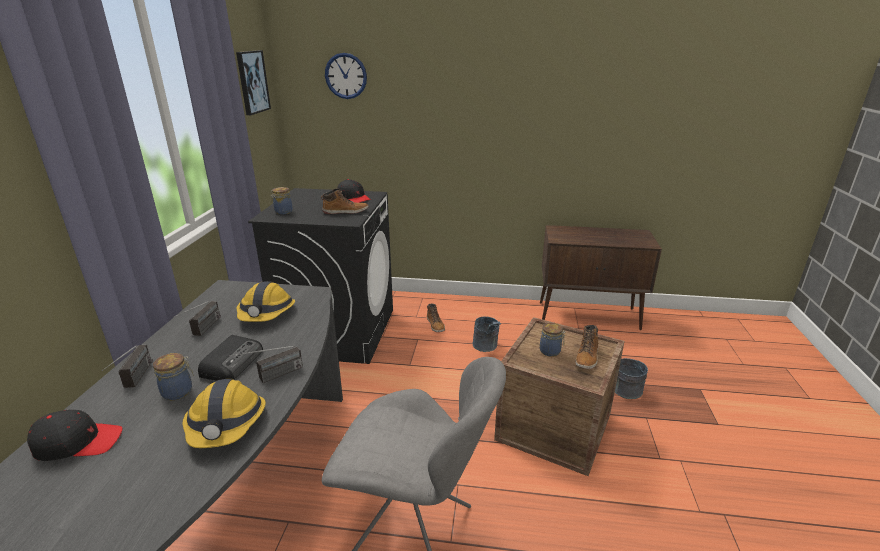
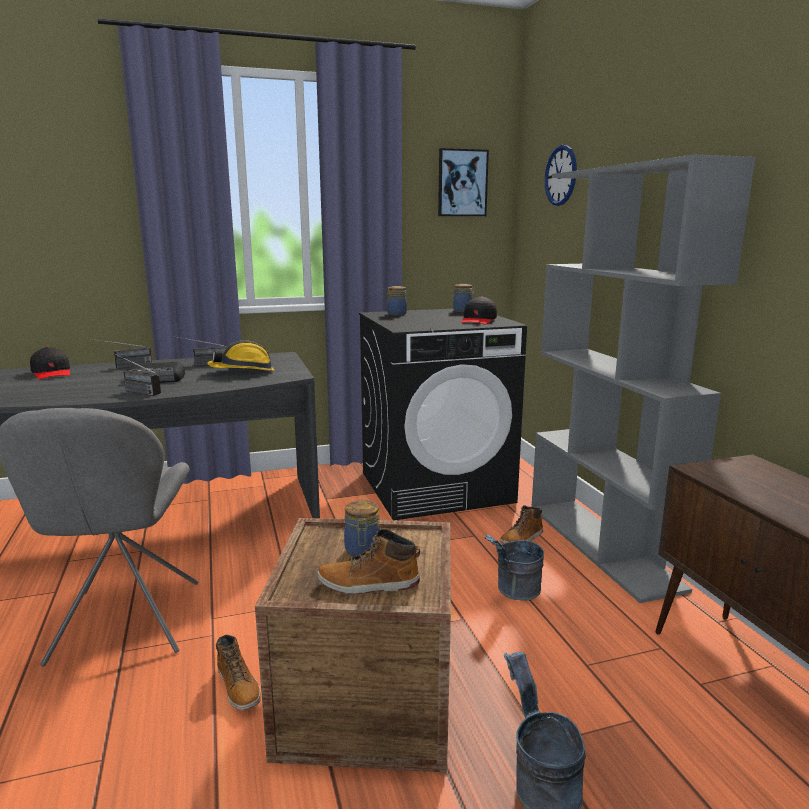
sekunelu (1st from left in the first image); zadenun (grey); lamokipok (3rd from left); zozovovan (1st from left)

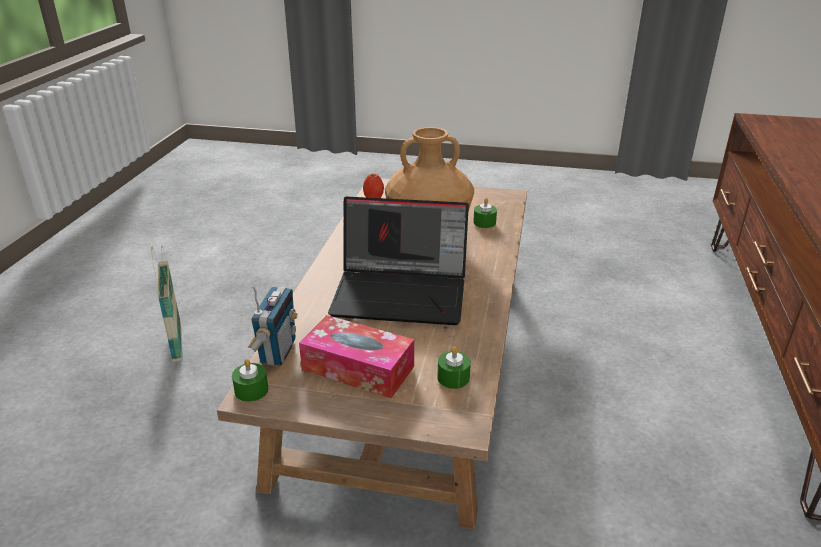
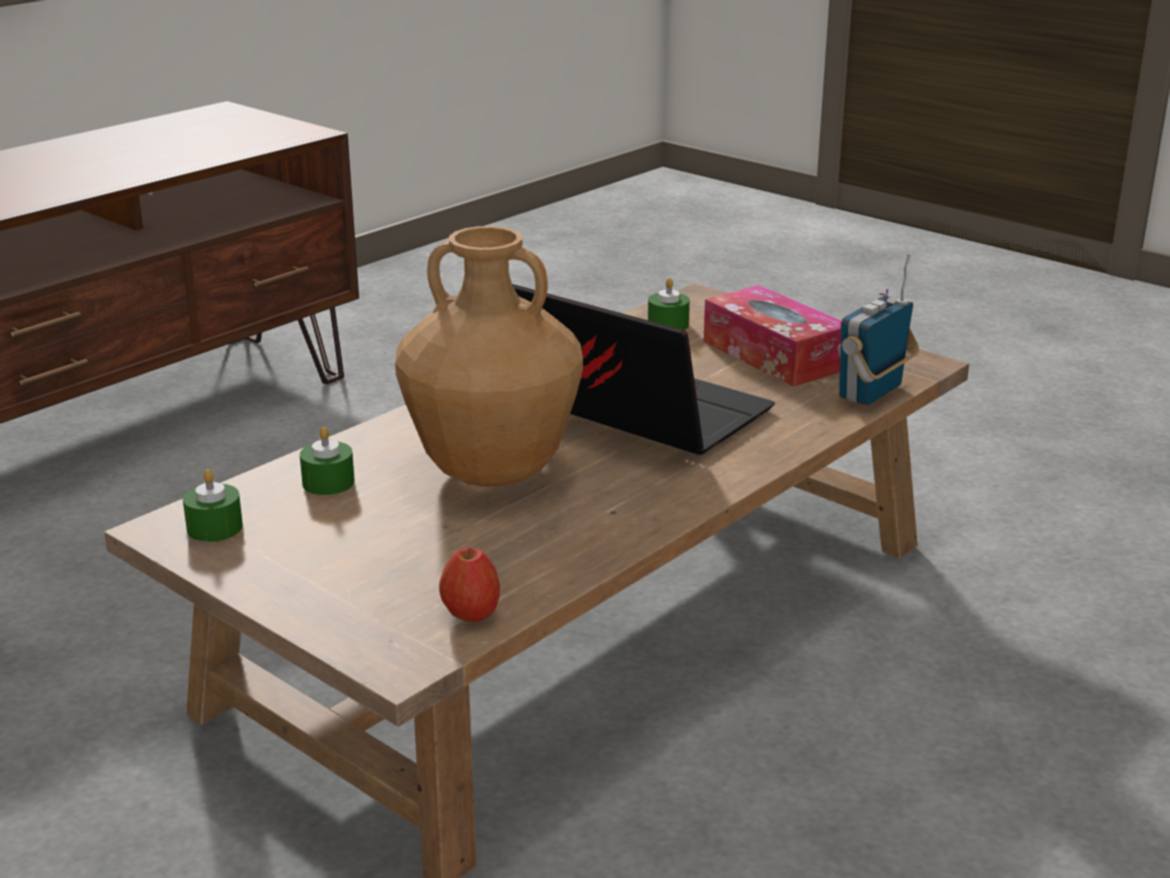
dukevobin; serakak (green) (1st from left)

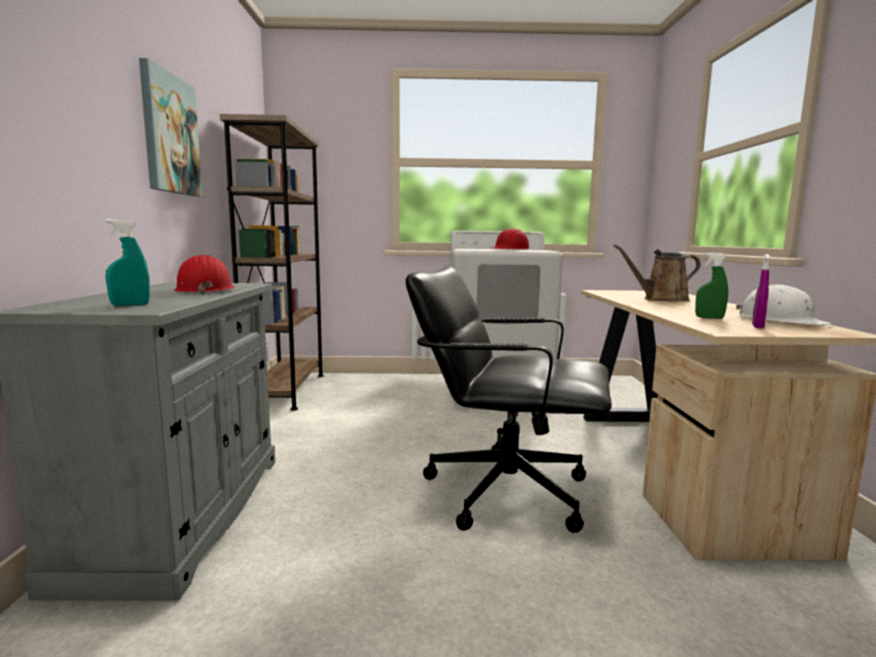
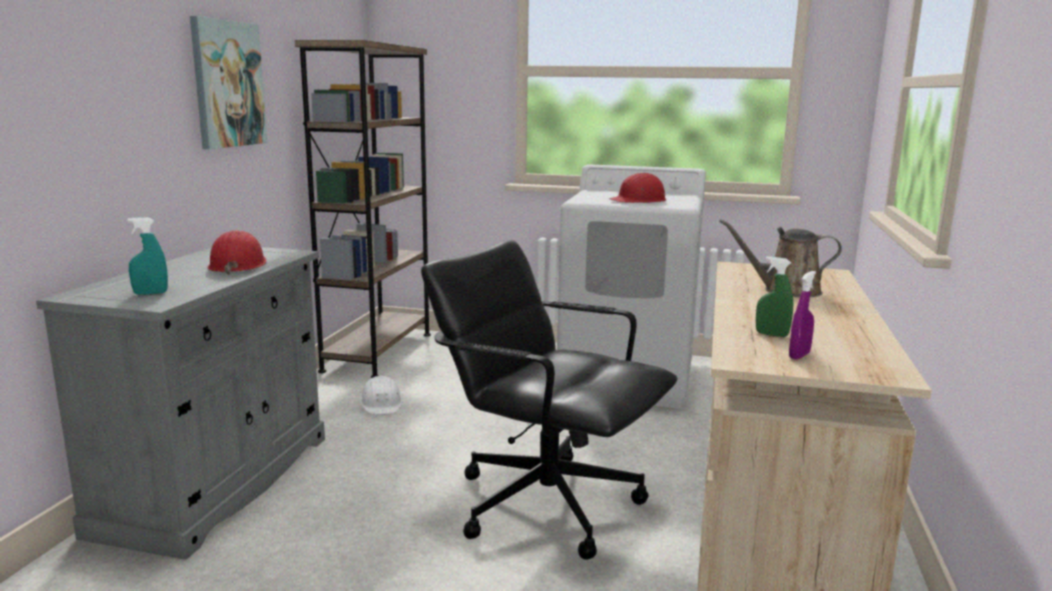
sekunelu (white)

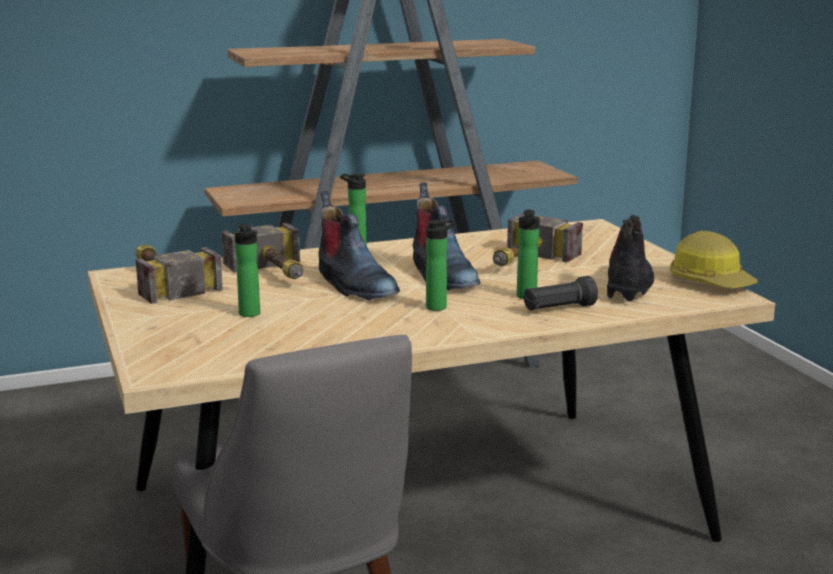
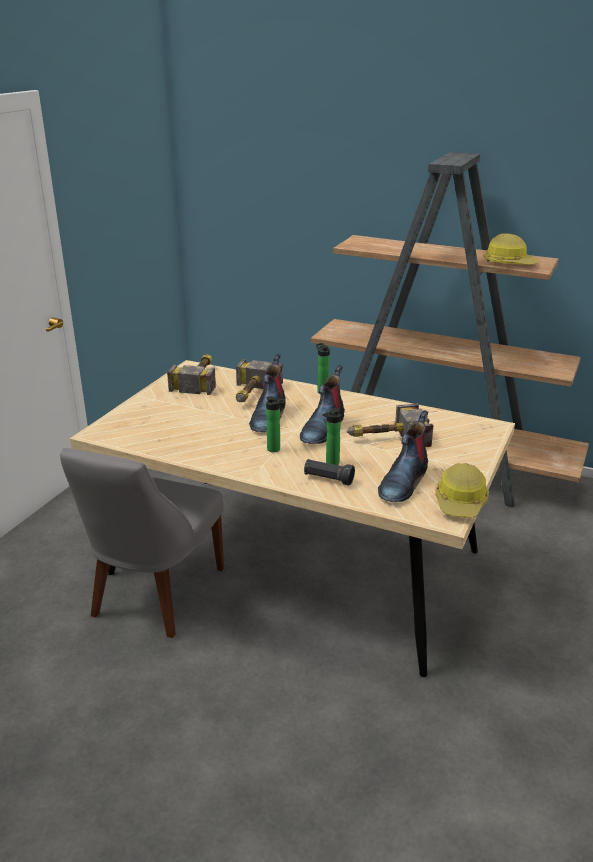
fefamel (1st from left in the first image); sekunelu (2nd from left); zozovovan (3rd from left)

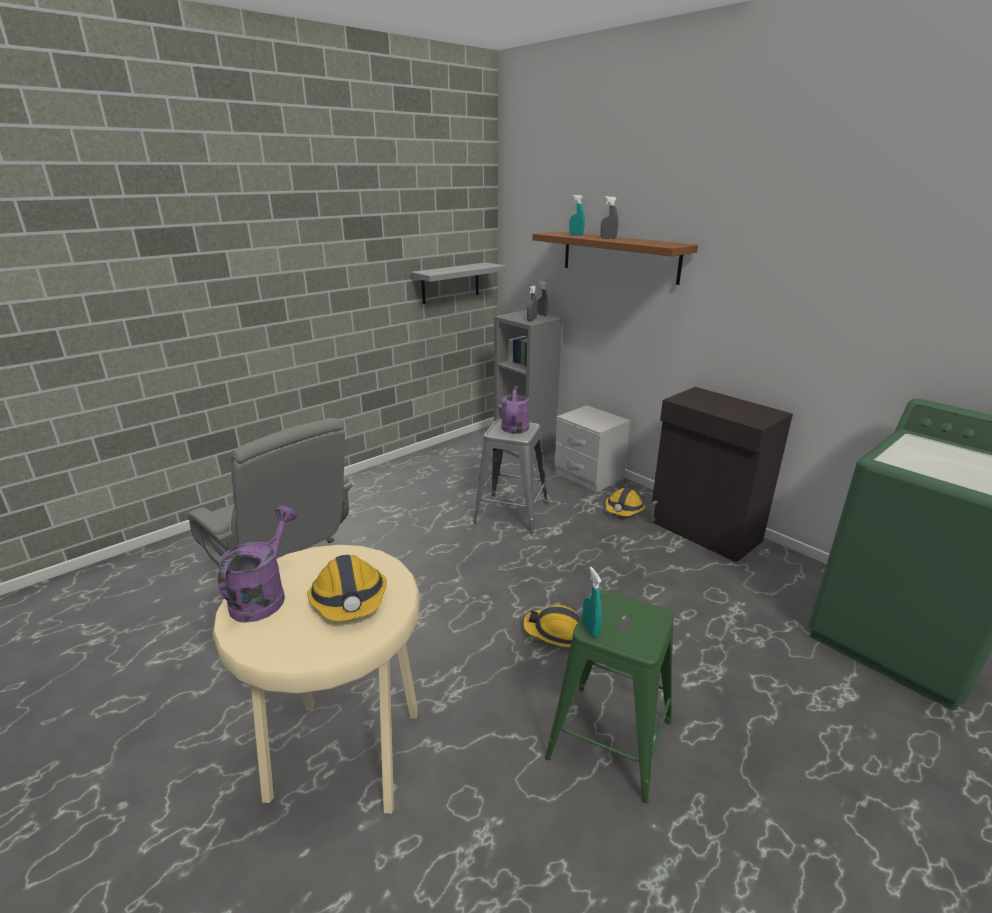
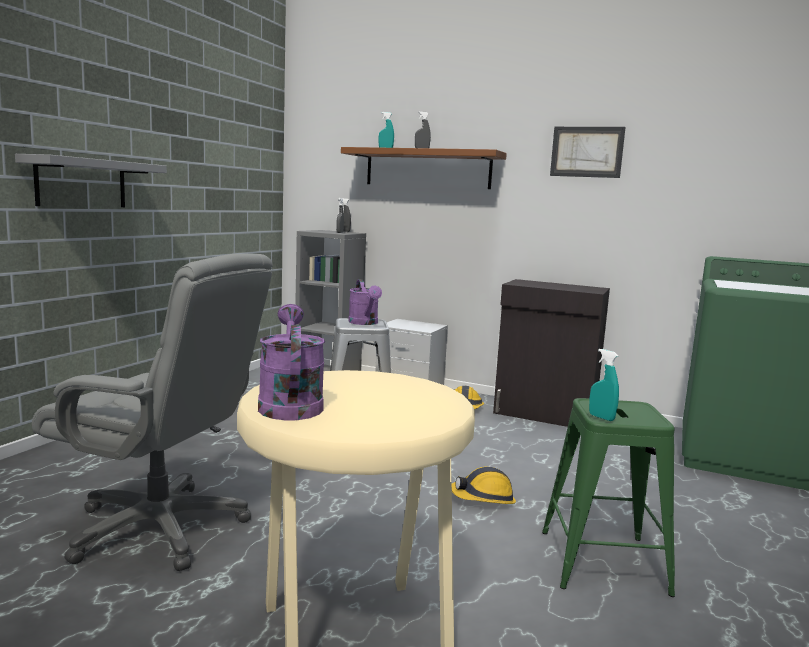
sekunelu (1st from left in the first image); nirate; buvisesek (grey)

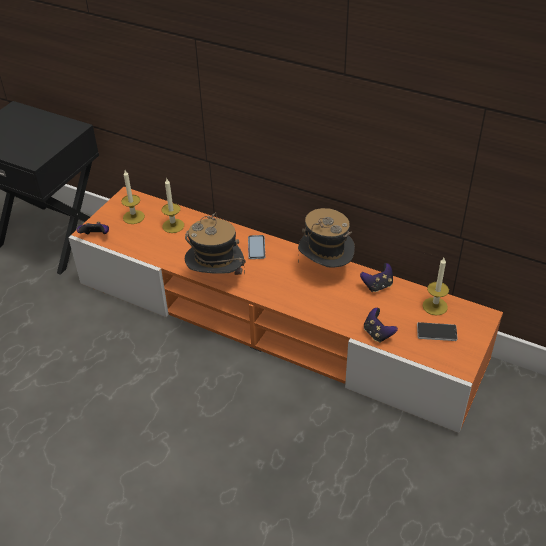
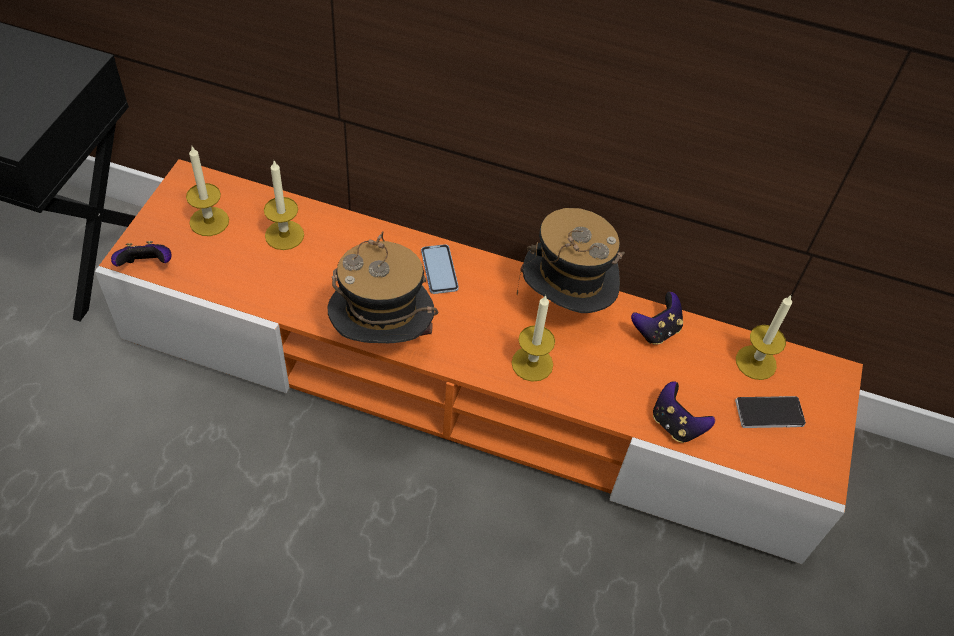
serakak (3rd from left)

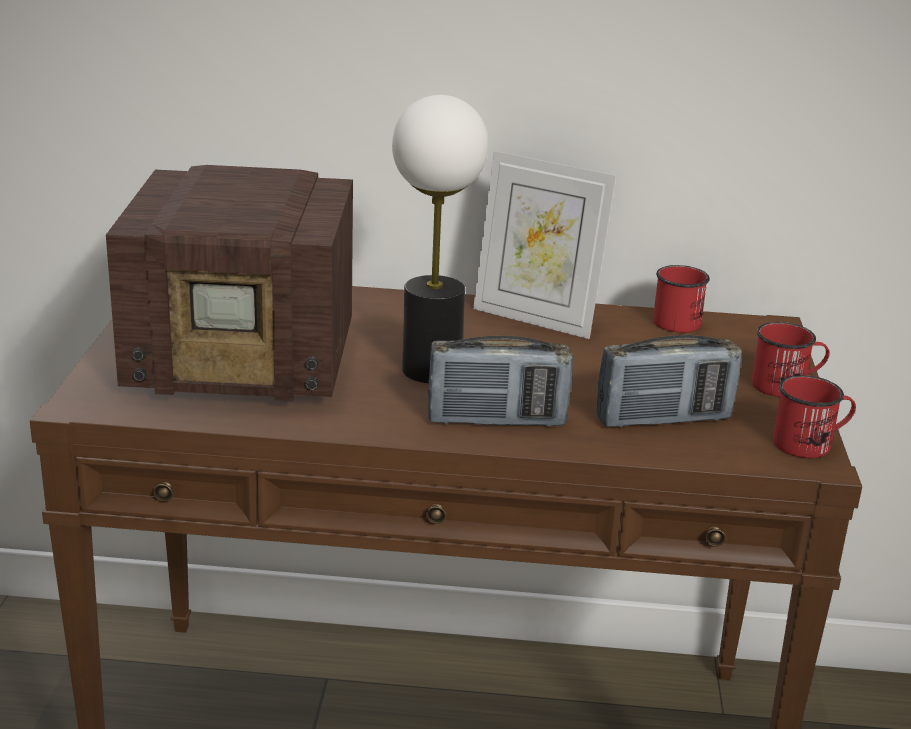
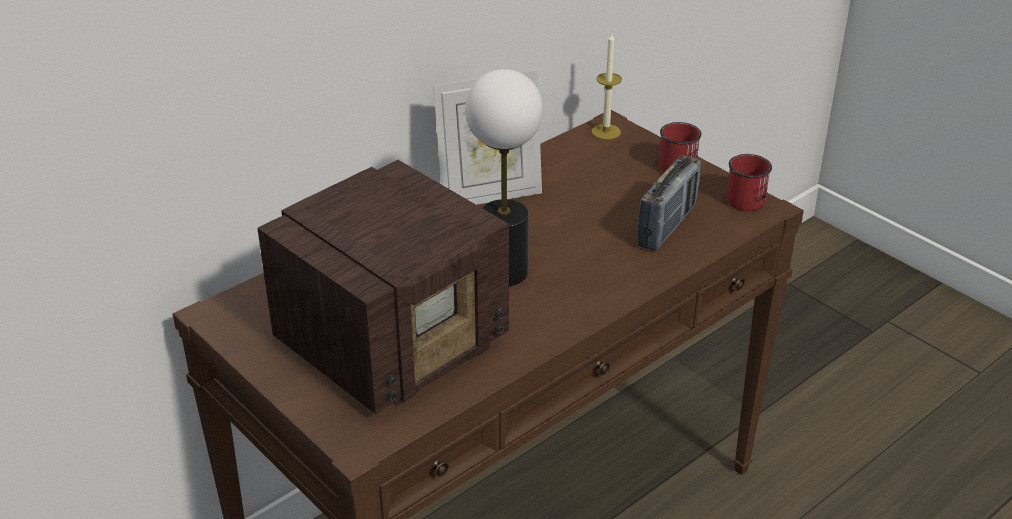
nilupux (2nd from left in the first image); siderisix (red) (1st from left in the first image); serakak

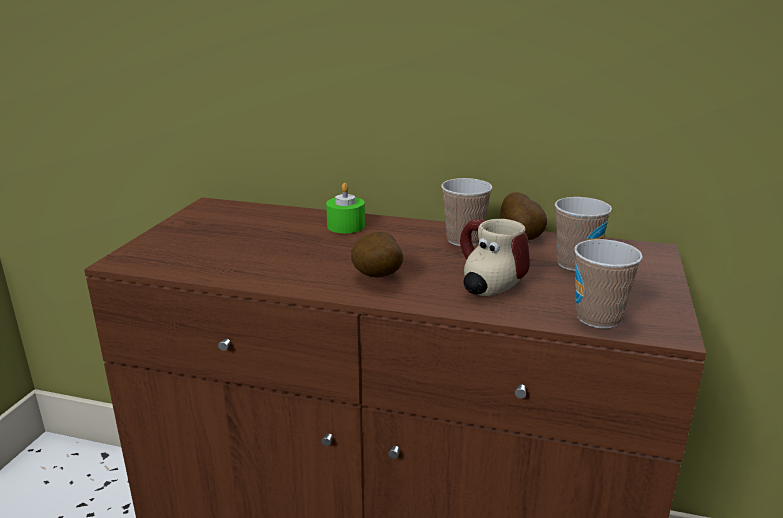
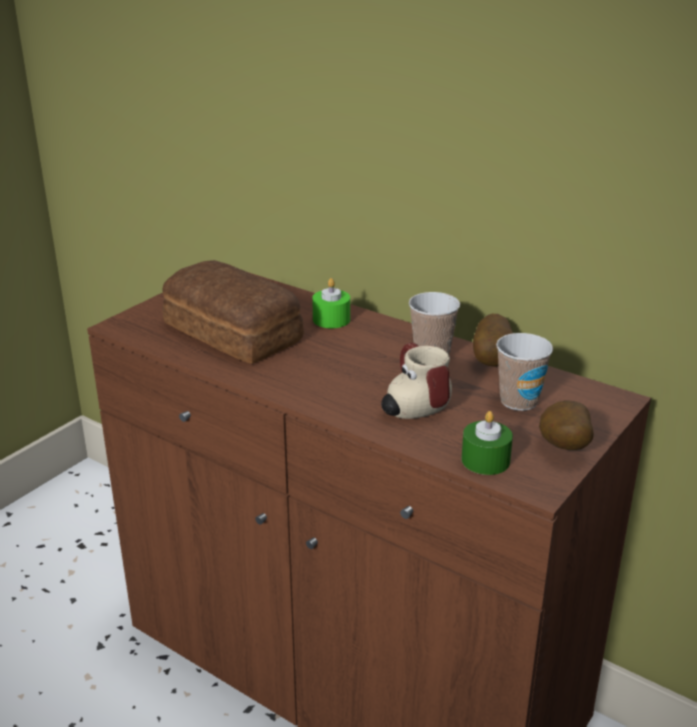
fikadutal; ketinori (2nd from left); serakak (green) (2nd from left)

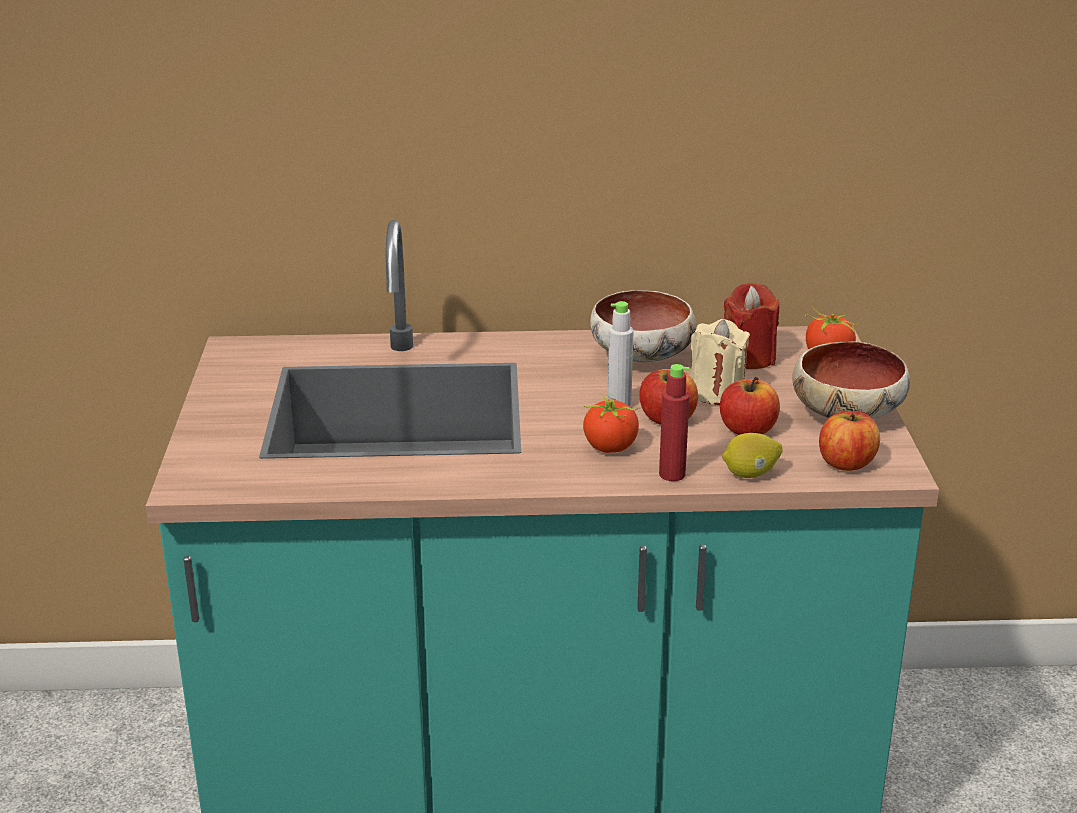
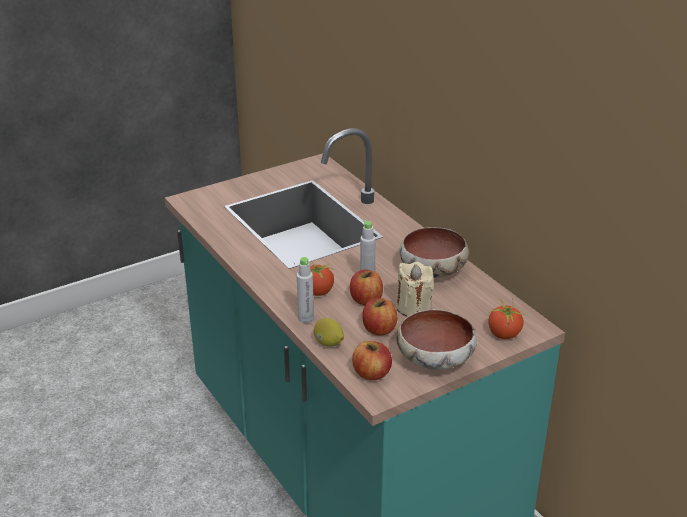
serakak (red); fefamel (grey) (1st from left)

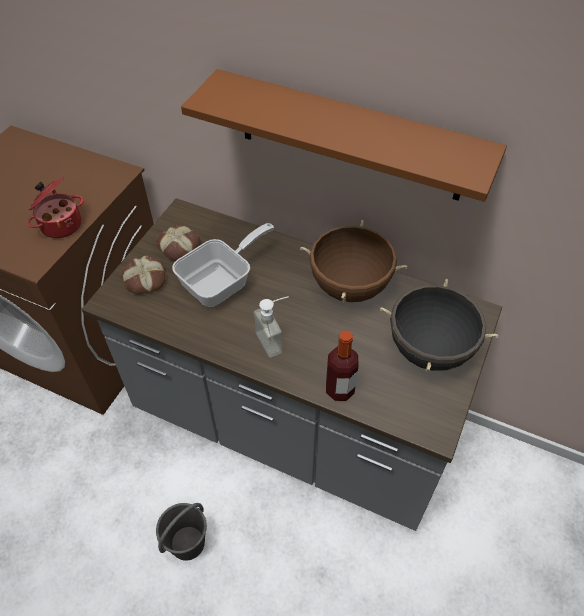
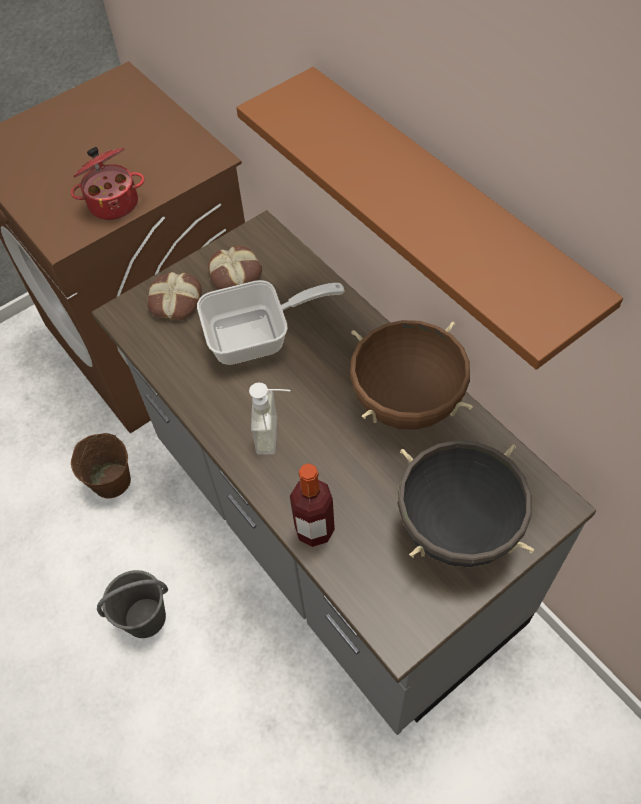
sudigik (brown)

